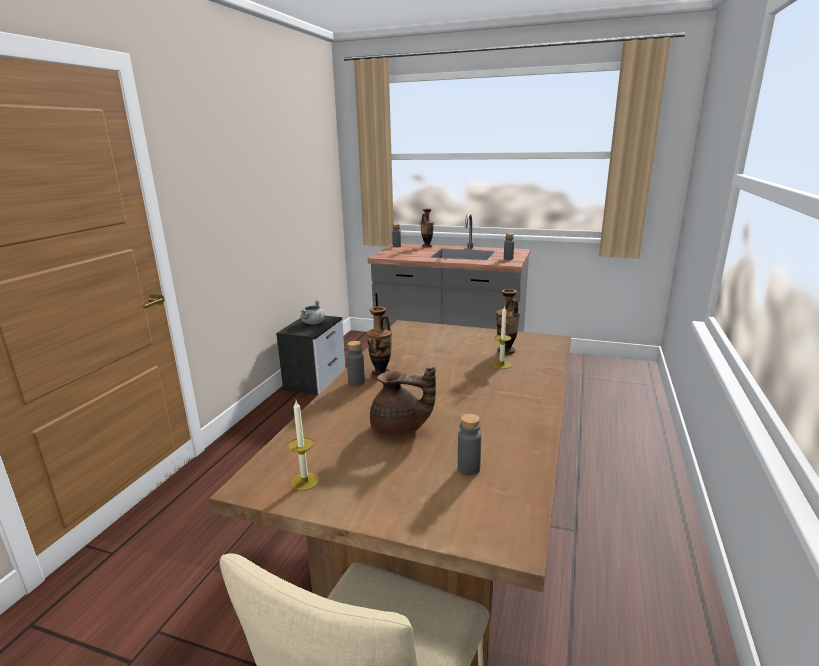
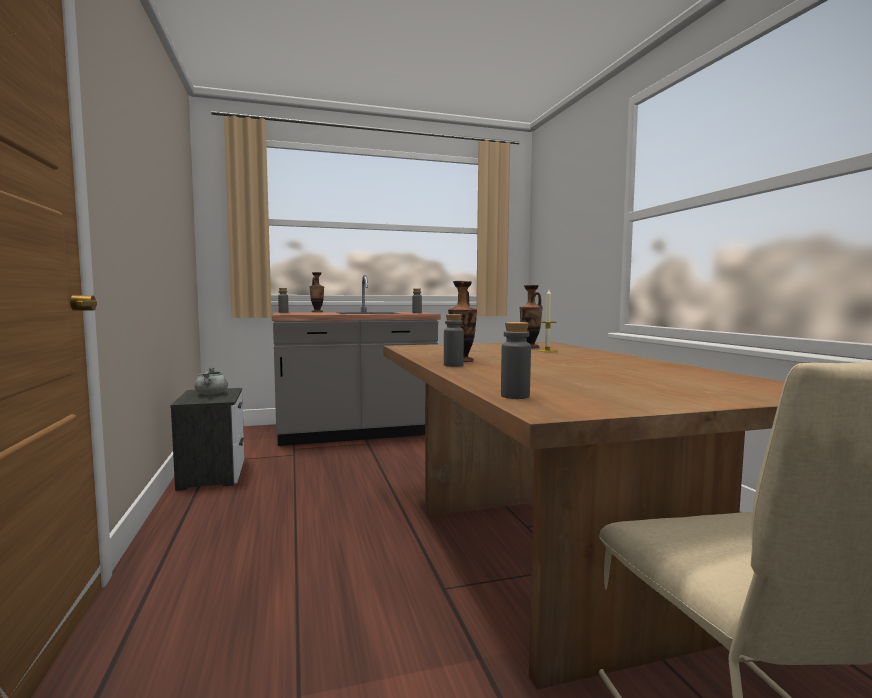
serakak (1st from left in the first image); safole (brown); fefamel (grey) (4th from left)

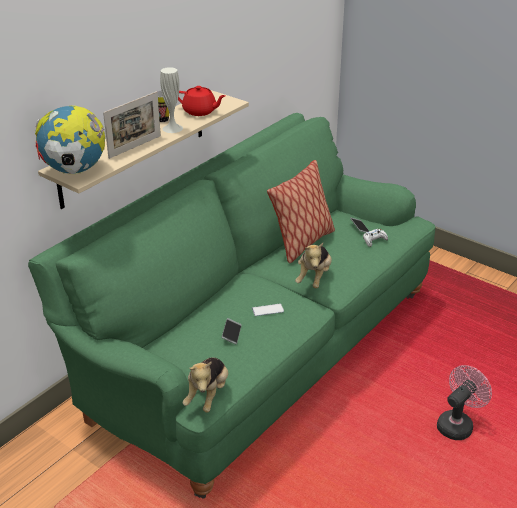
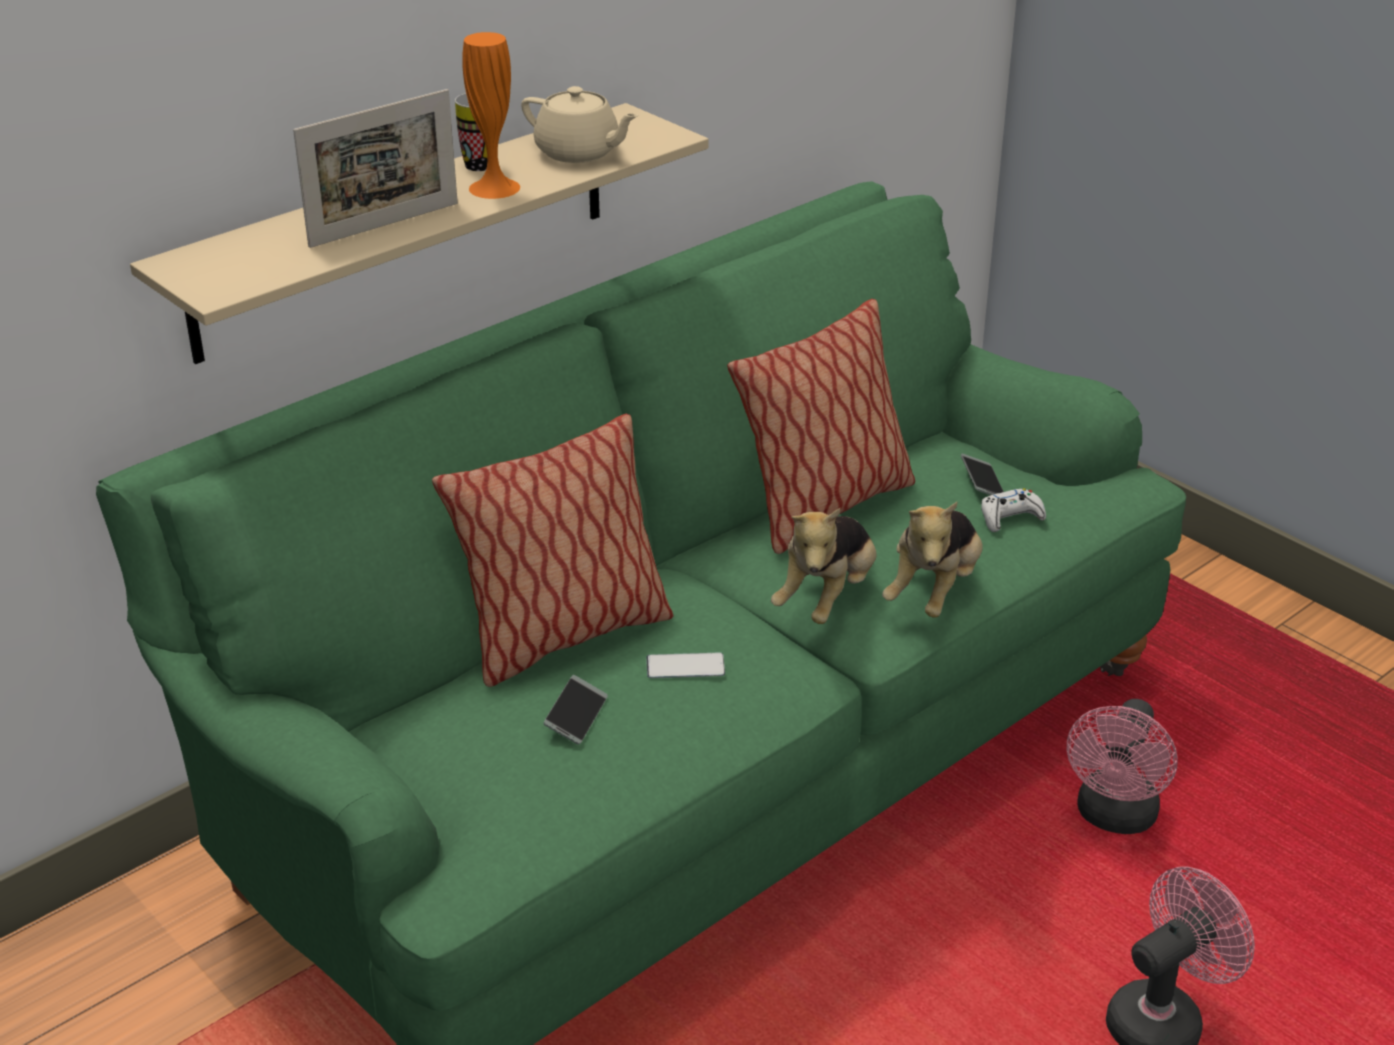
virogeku; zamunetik (1st from left); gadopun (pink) (1st from left); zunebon (2nd from left); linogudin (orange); safole (beige)

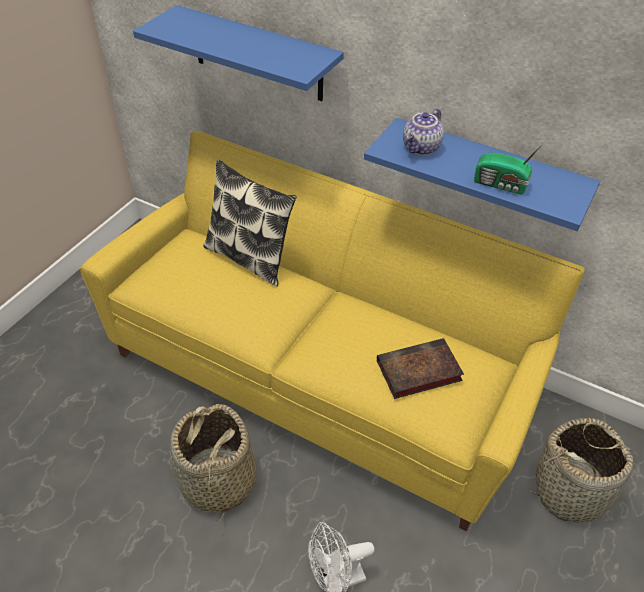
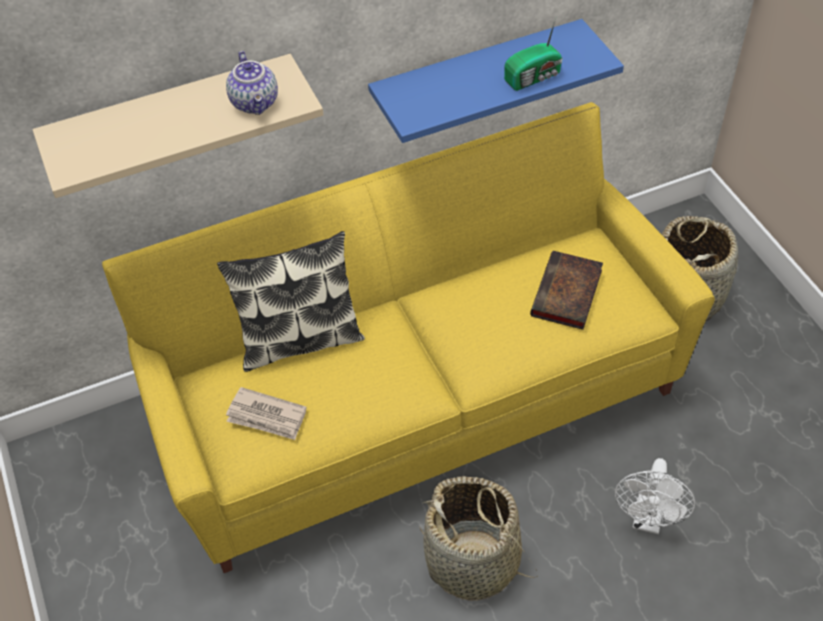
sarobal; safole; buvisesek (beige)

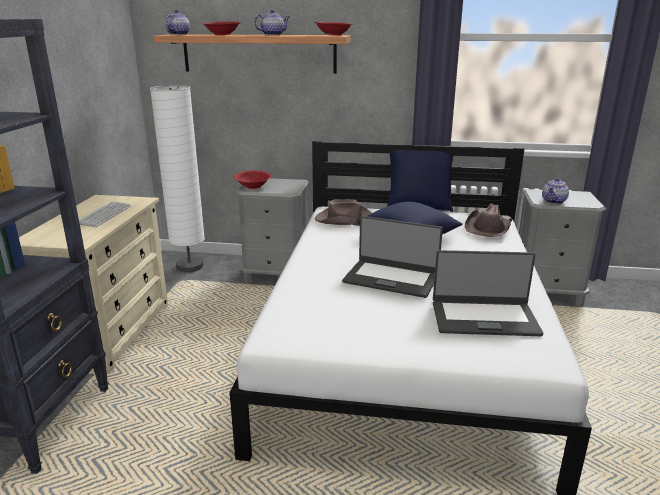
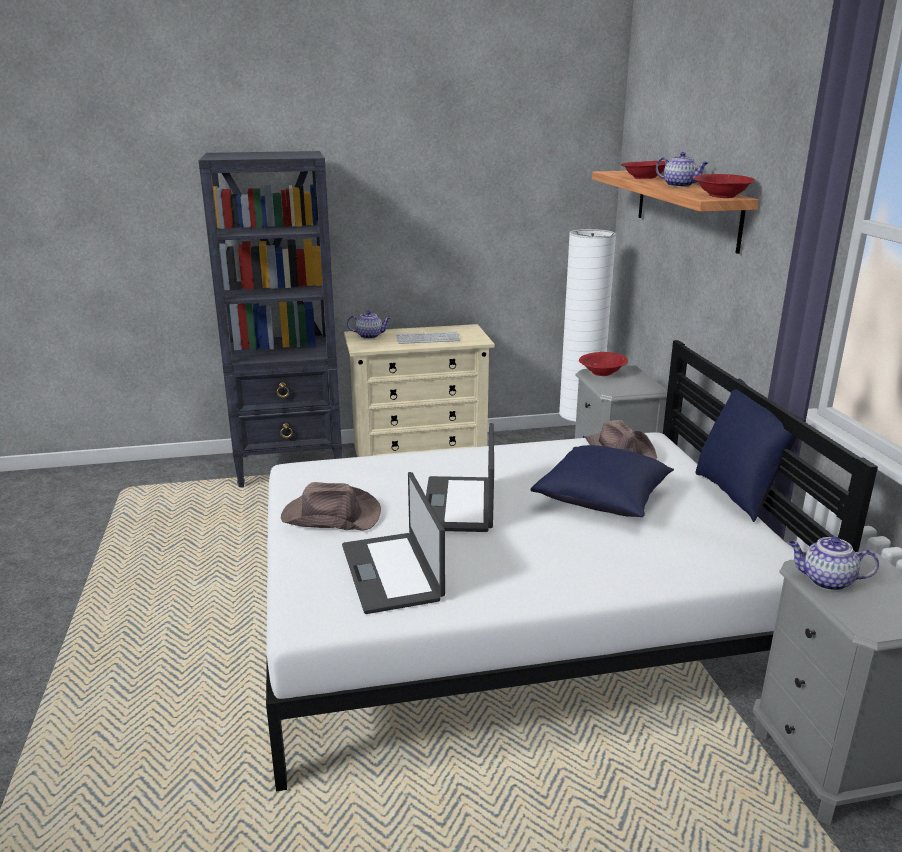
safole (1st from left); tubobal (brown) (1st from left)

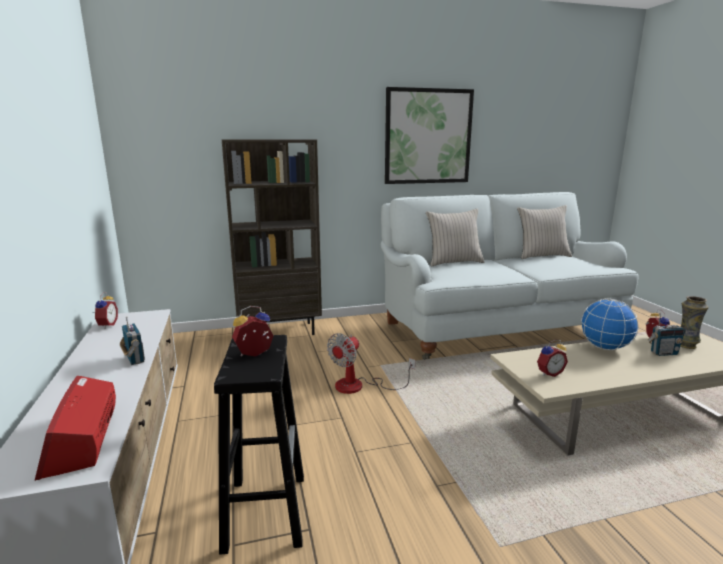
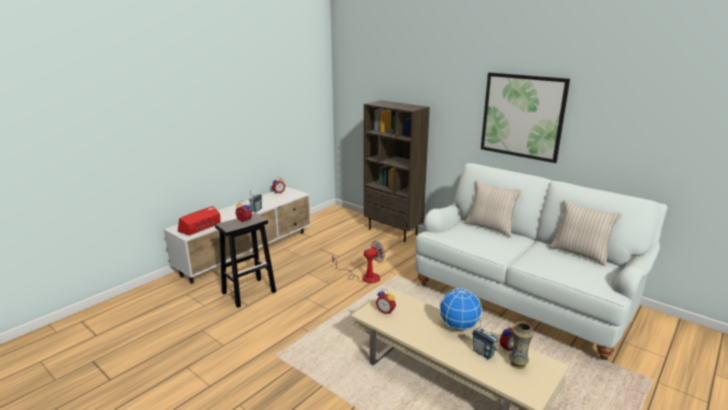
gadopun

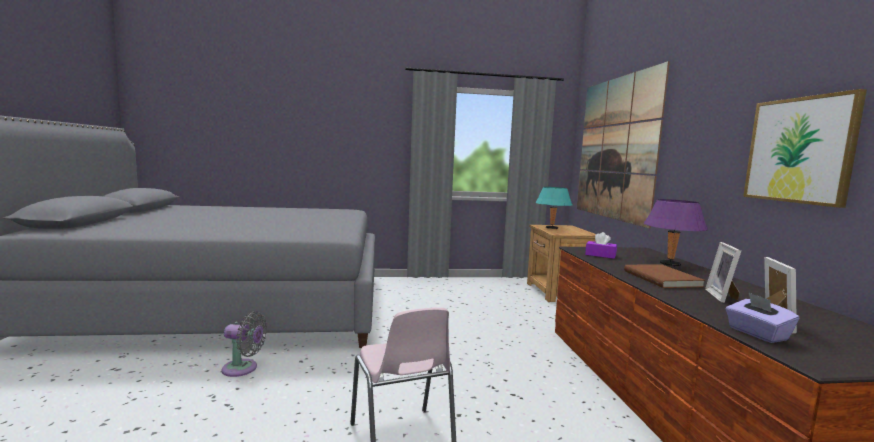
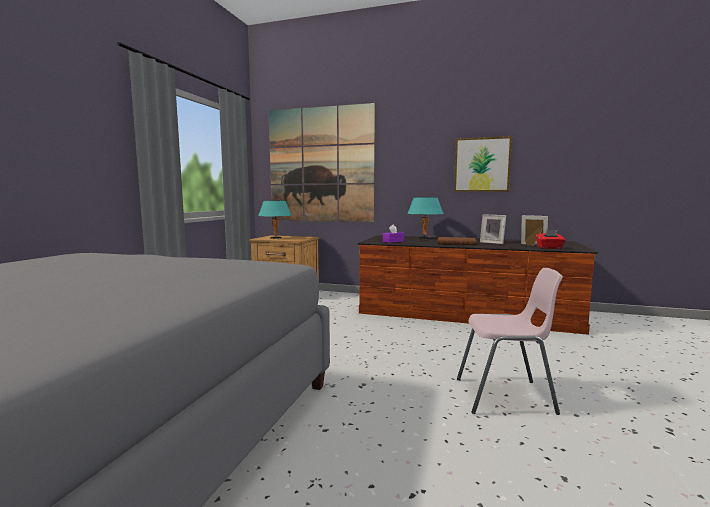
gadopun (grey); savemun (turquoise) (2nd from left); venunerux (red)

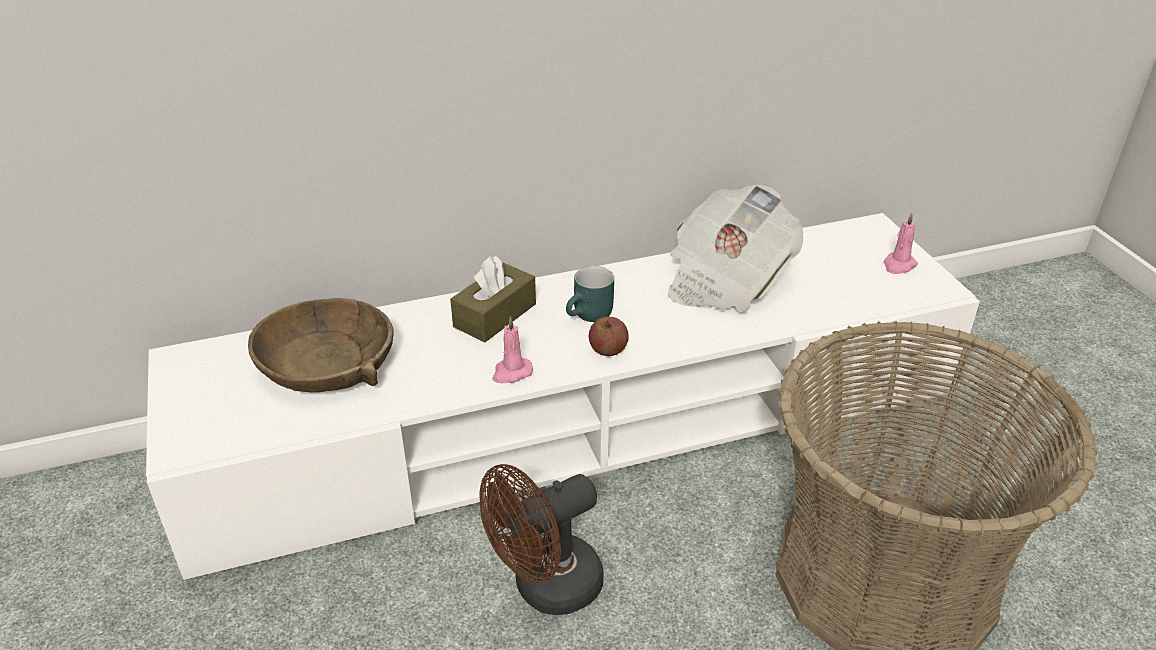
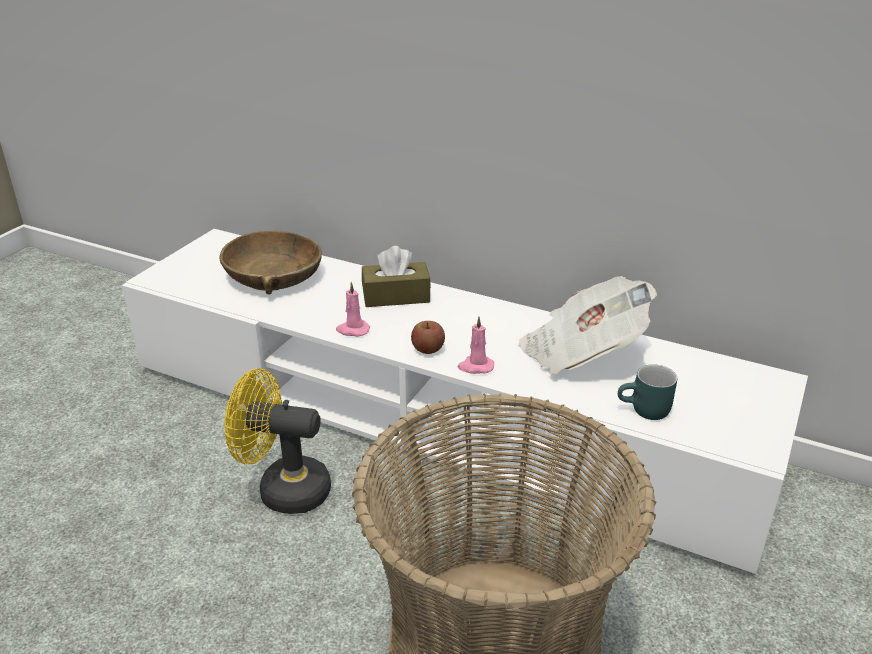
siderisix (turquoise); serakak (pink) (2nd from left); gadopun (yellow)

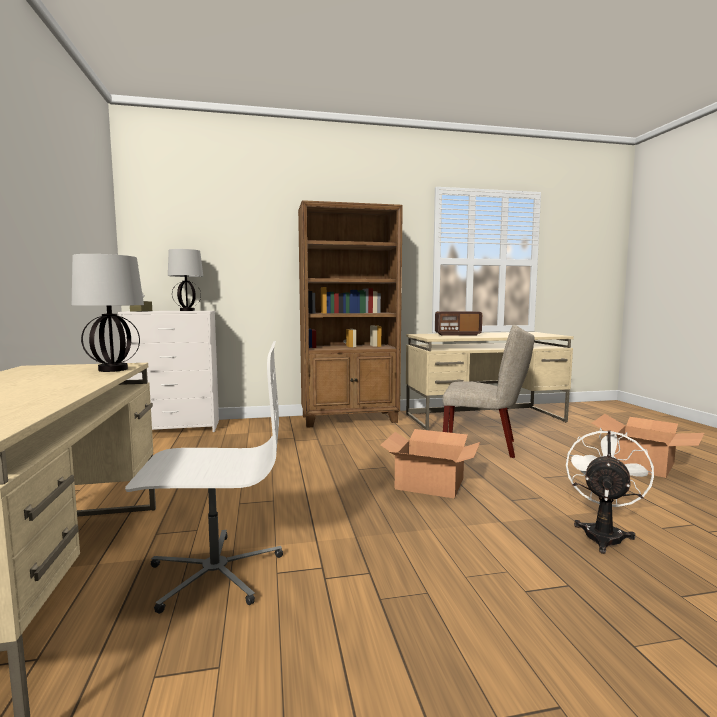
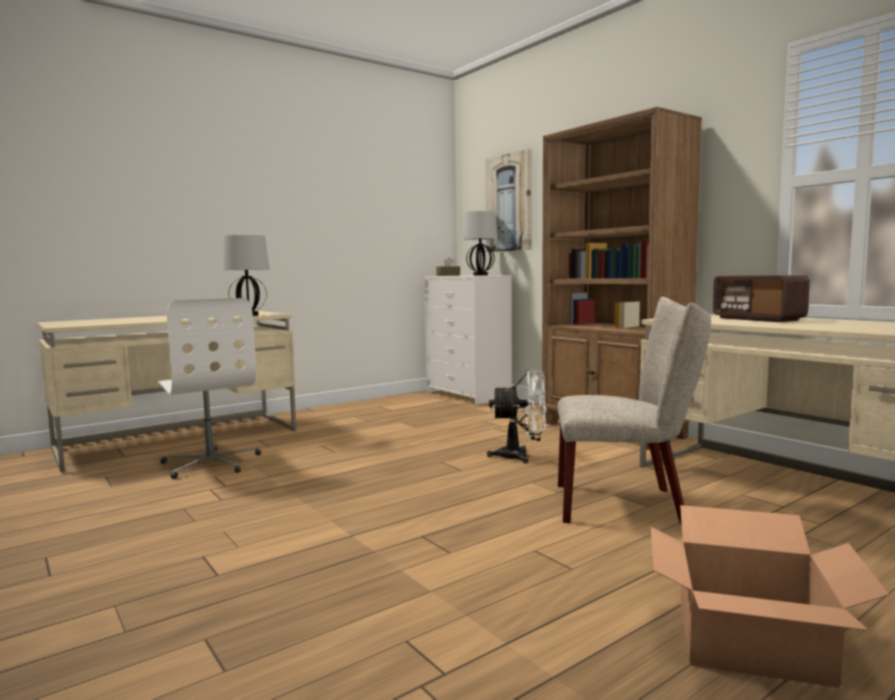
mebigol (1st from left in the first image); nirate; gadopun (white); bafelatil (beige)

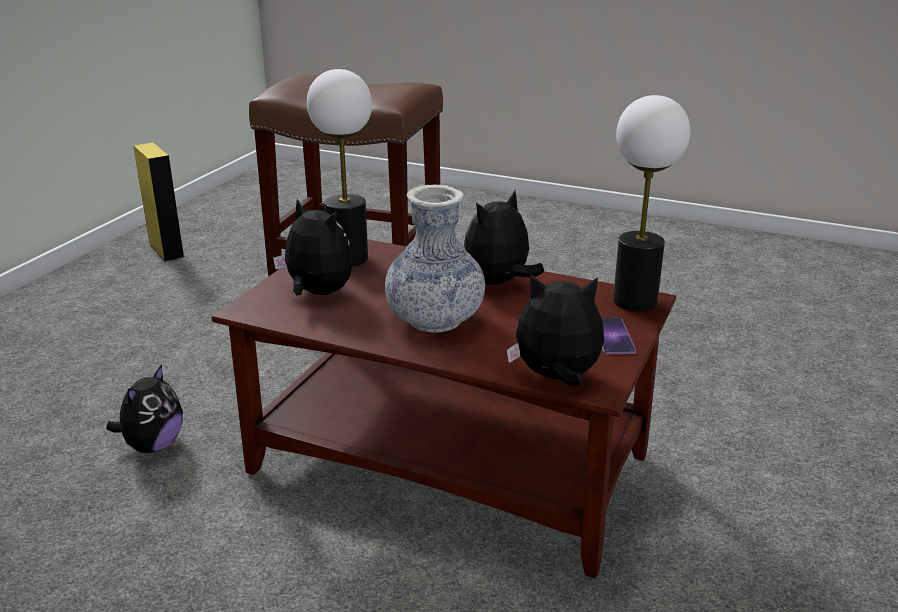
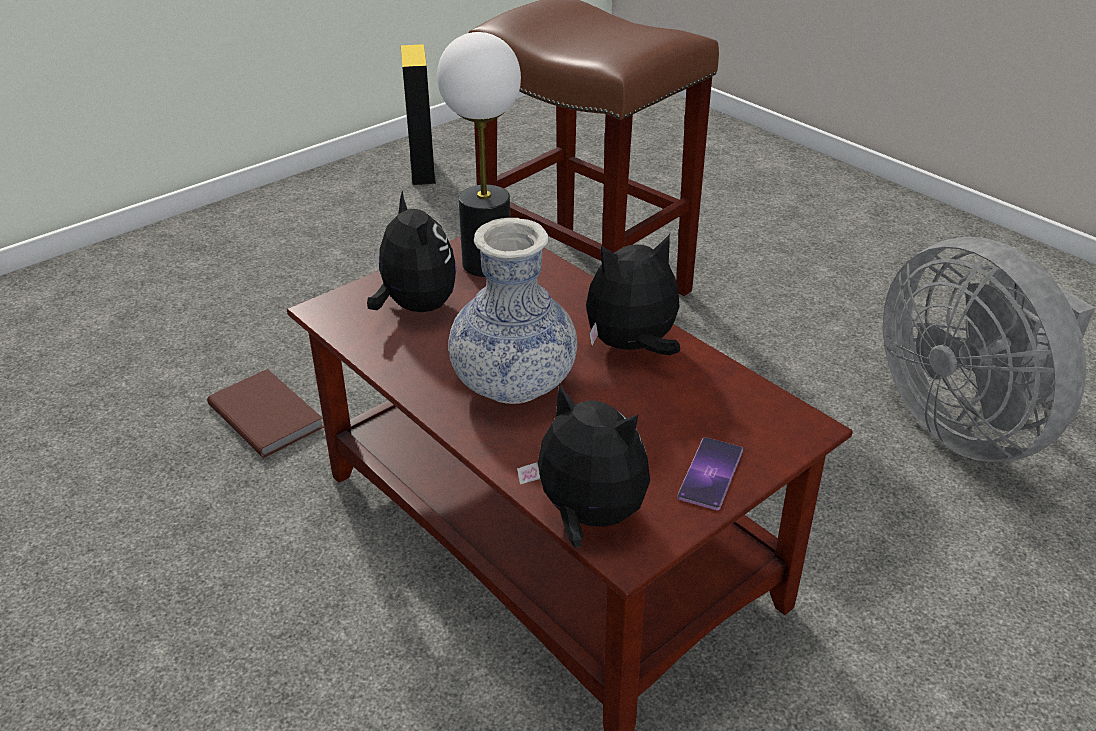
savemun (2nd from left in the first image); gadopun (grey); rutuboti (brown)

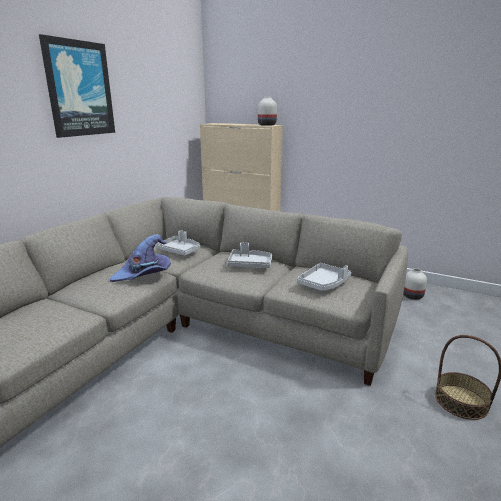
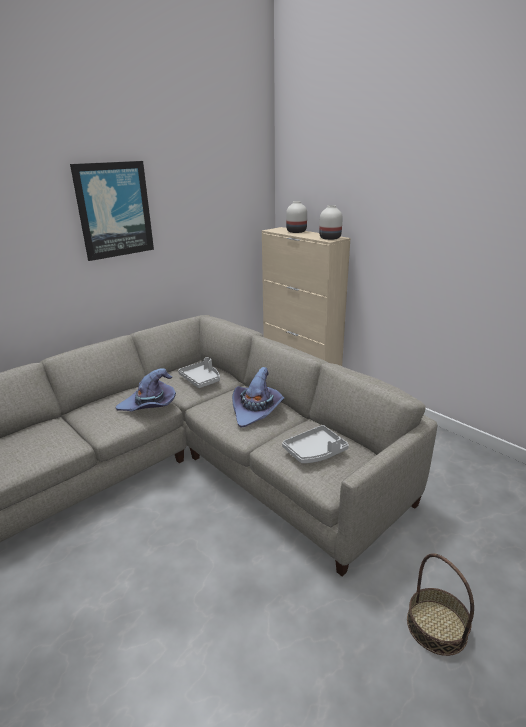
linogudin (white) (1st from left); tubobal (purple) (2nd from left)

